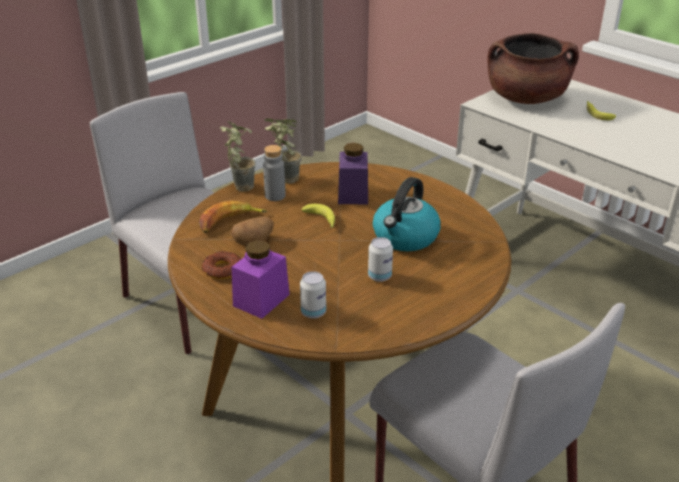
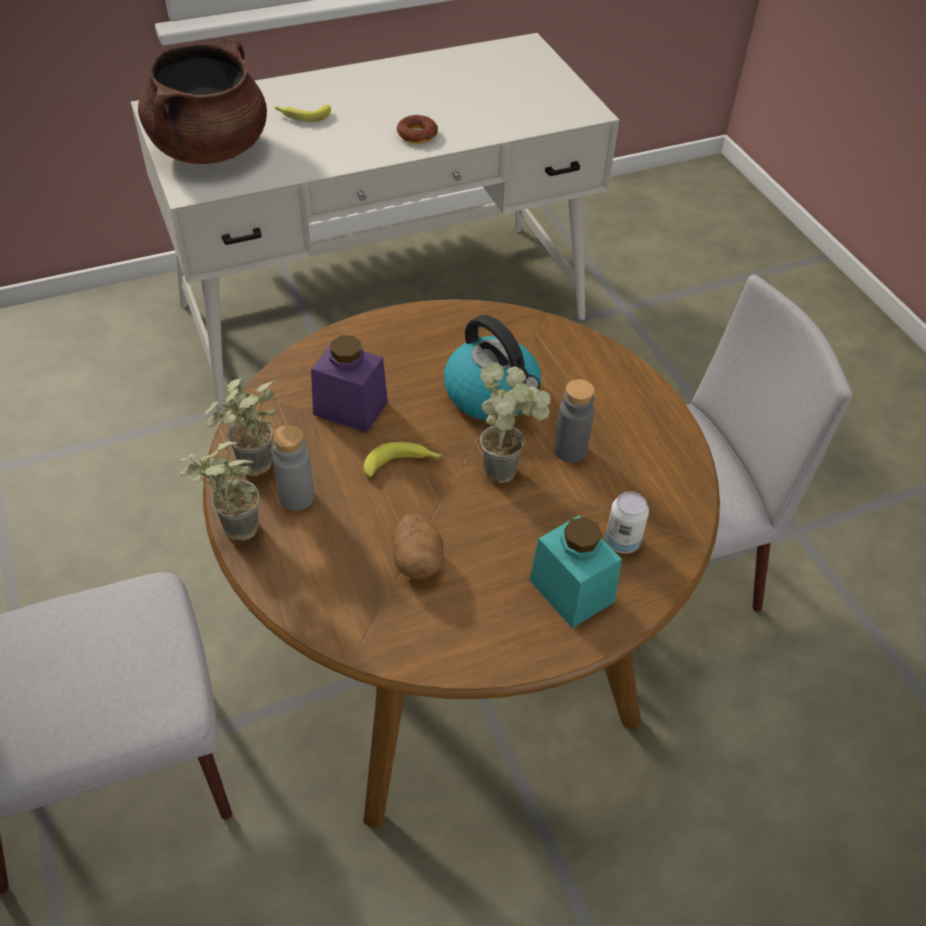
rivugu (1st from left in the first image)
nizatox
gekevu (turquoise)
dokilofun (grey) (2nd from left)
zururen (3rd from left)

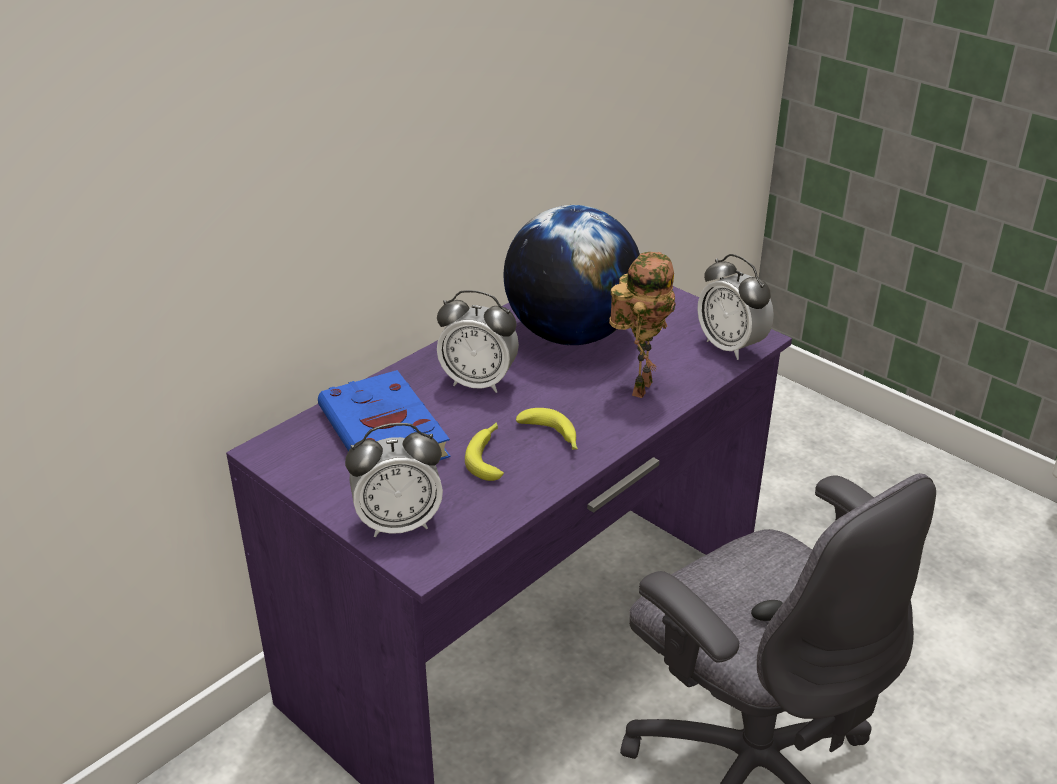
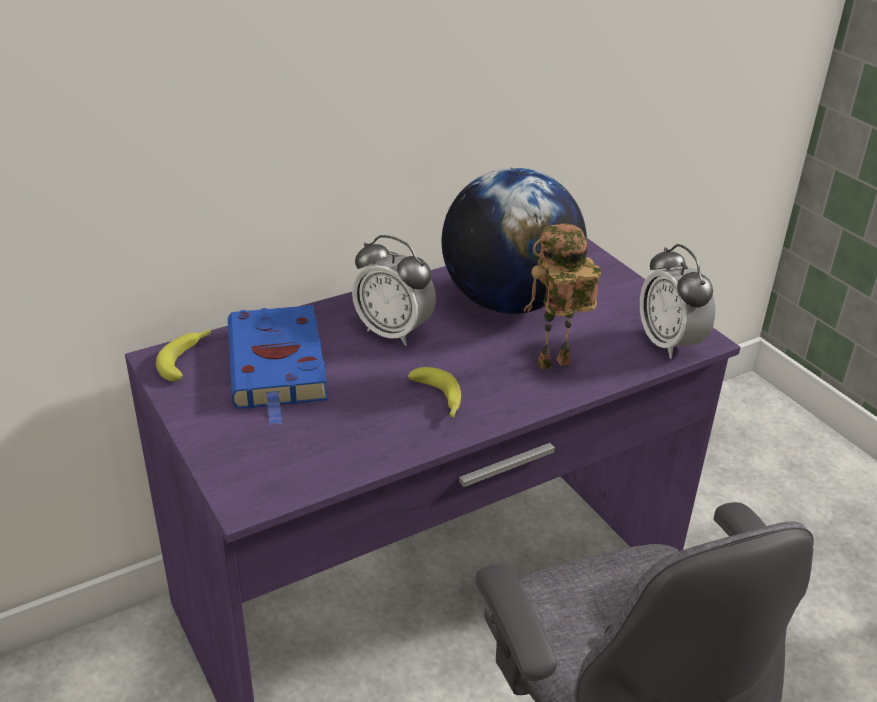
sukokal (1st from left in the first image)
rivugu (1st from left)
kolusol

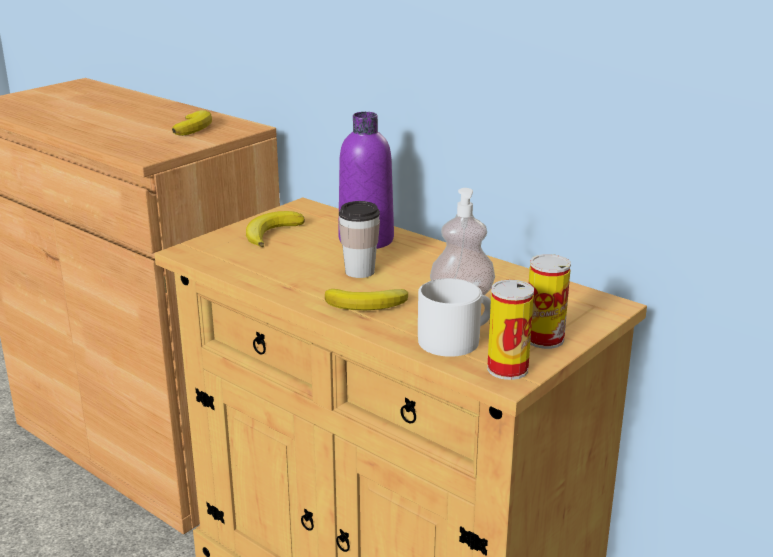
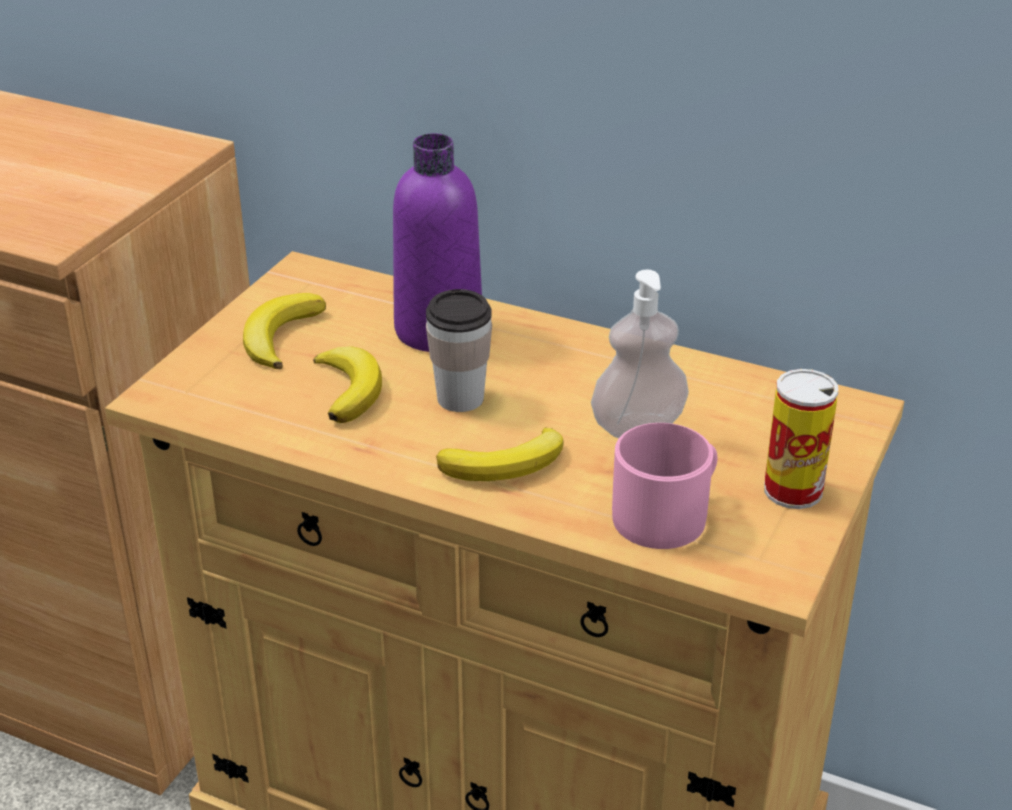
rivugu (2nd from left)
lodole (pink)
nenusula (1st from left in the first image)

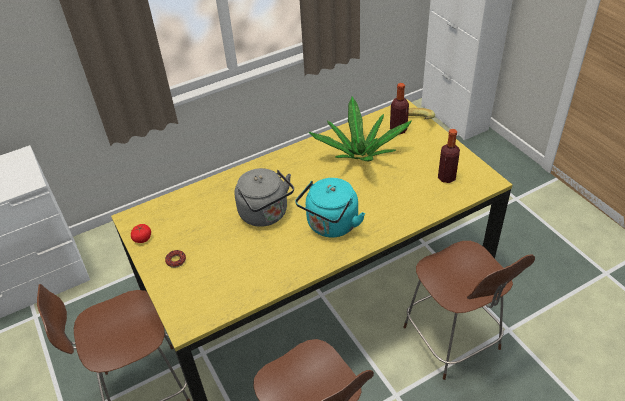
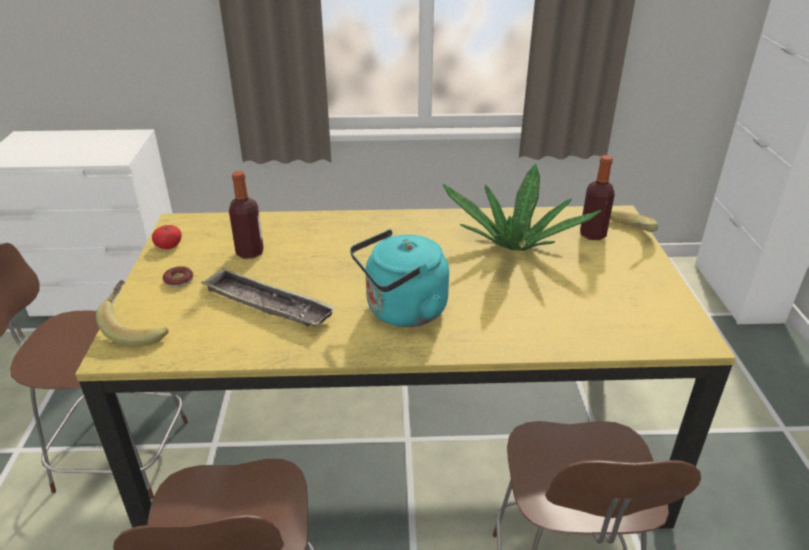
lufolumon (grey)
dokilofun (1st from left)
rivugu (1st from left)
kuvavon

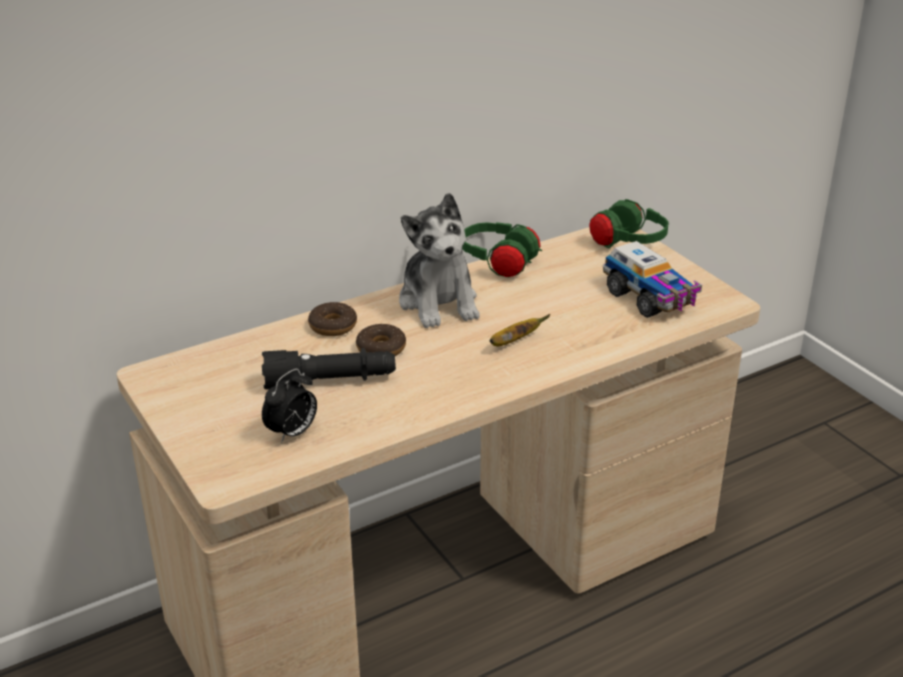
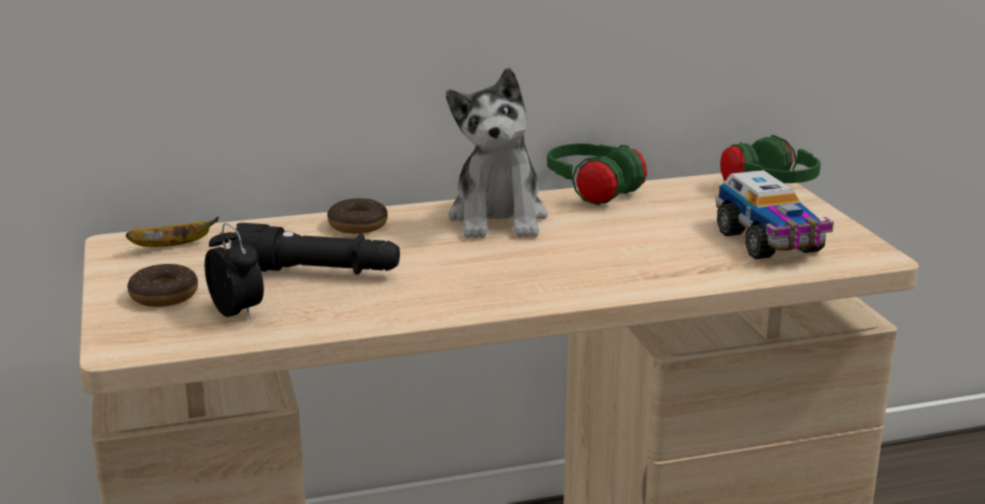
sukokal
nizatox (1st from left)
rivugu

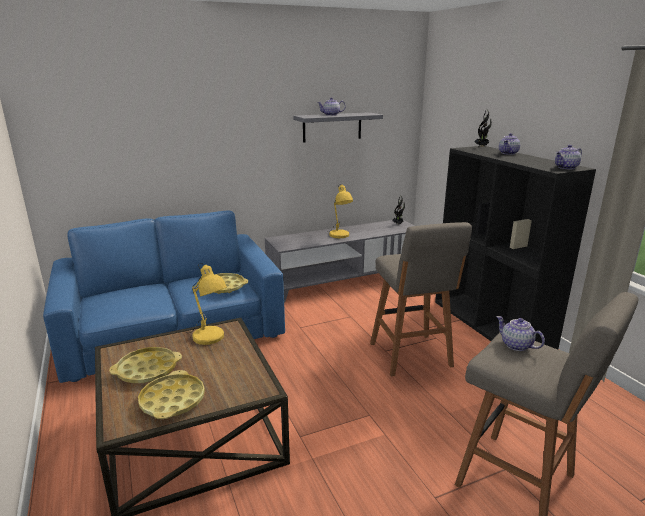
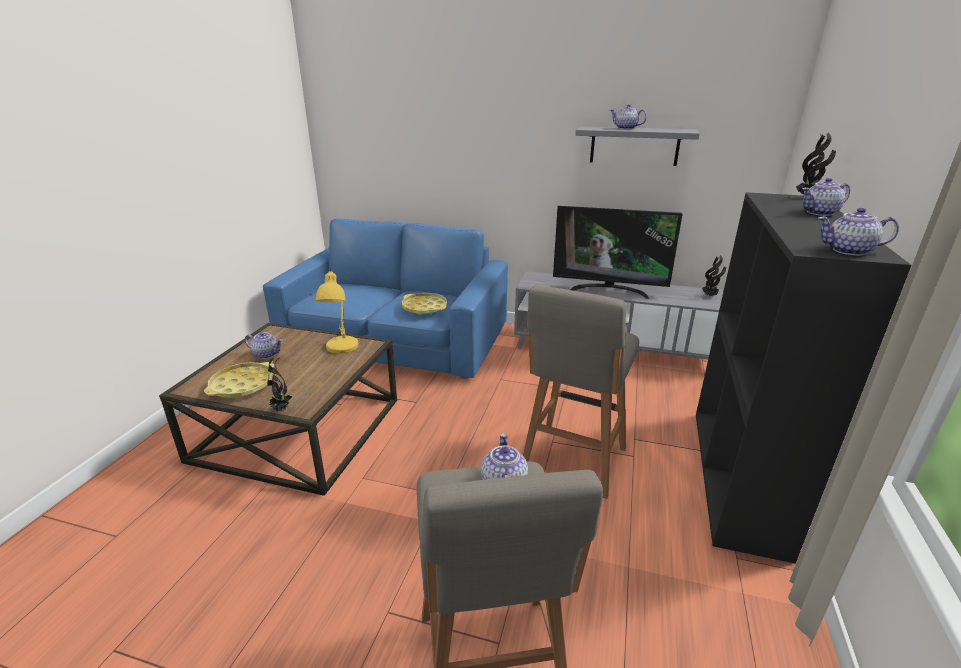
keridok (1st from left)
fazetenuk
zururen (1st from left)

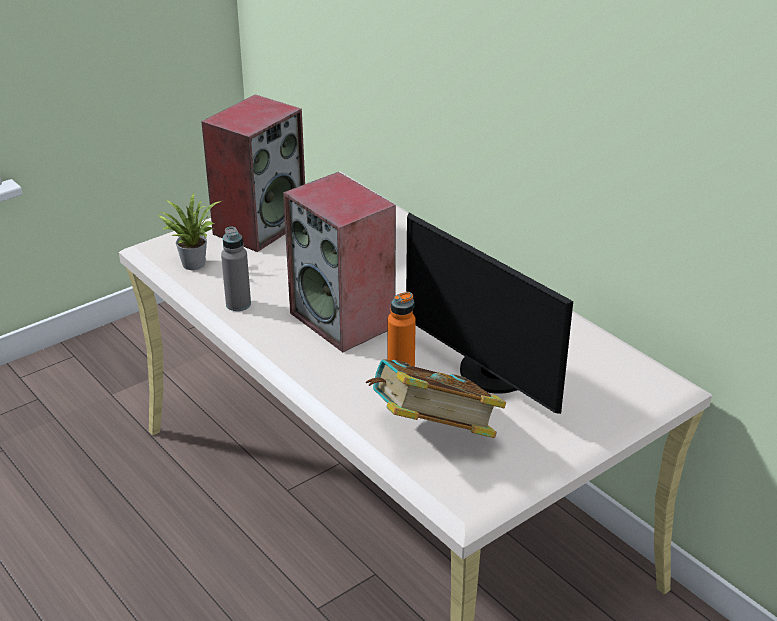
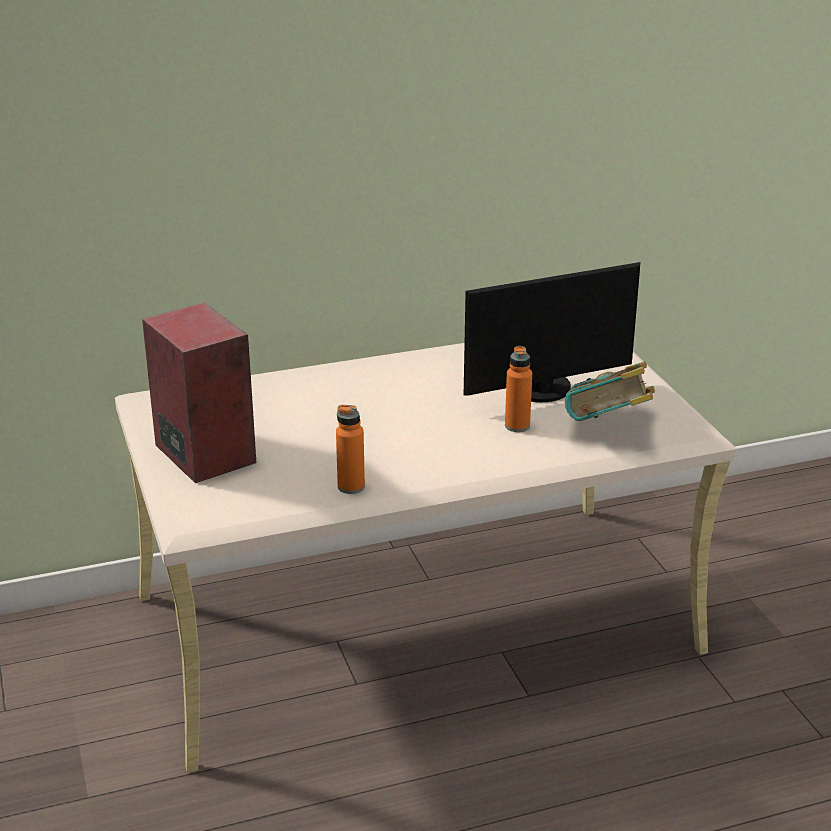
zururen
dokilofun (orange) (1st from left)
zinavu (2nd from left in the first image)

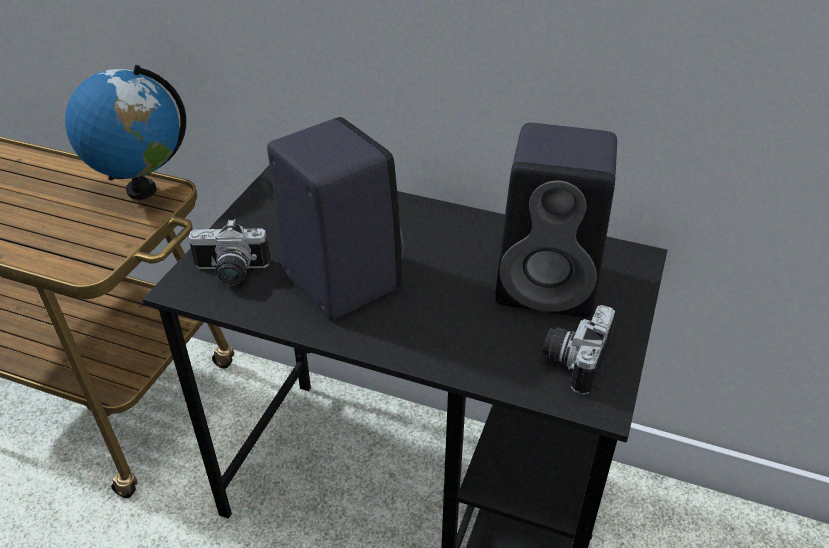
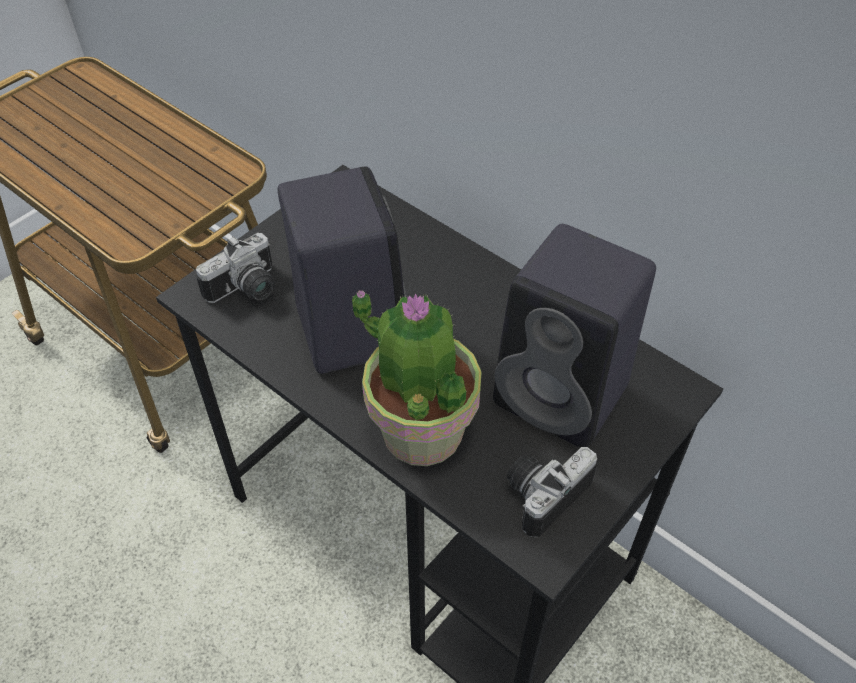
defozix
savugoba (1st from left)
zururen

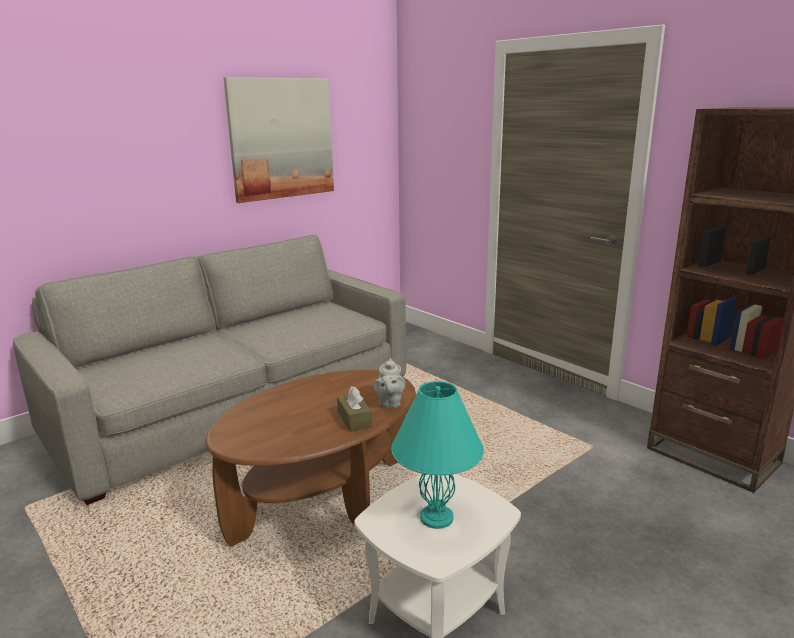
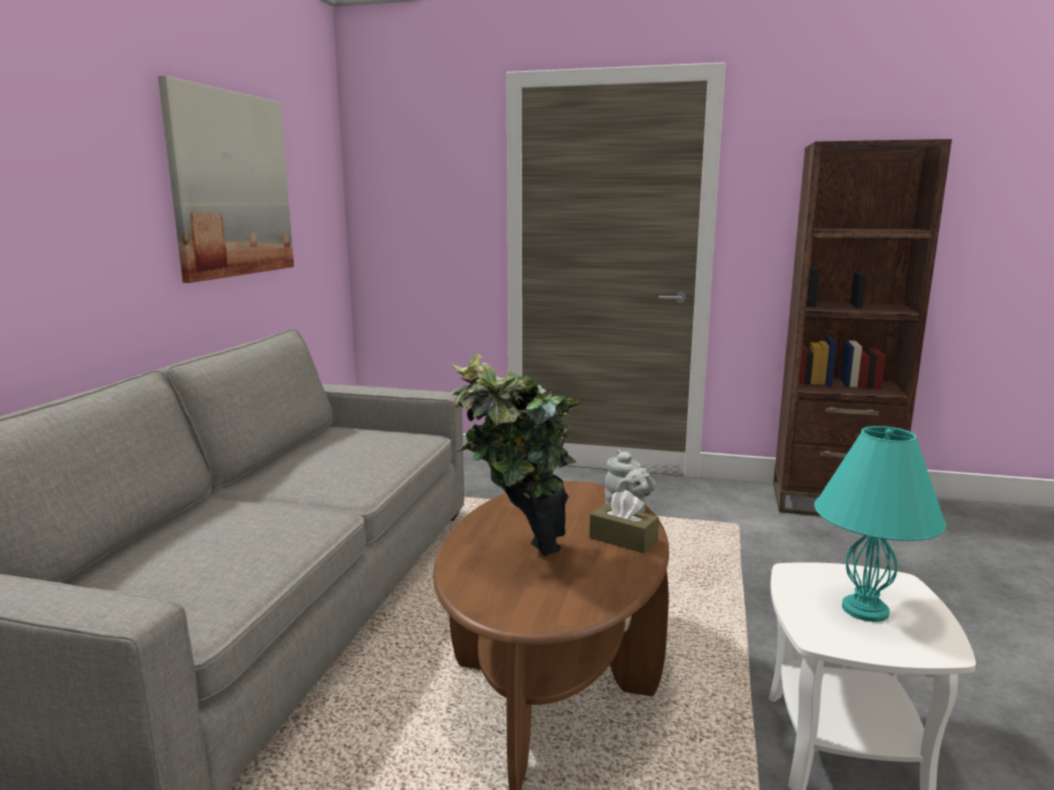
zururen

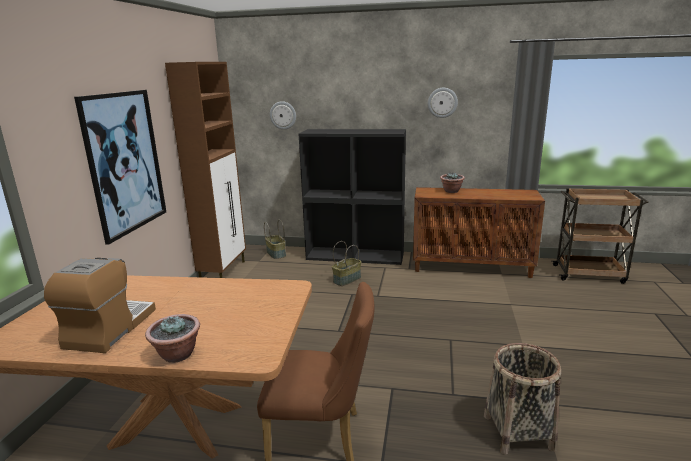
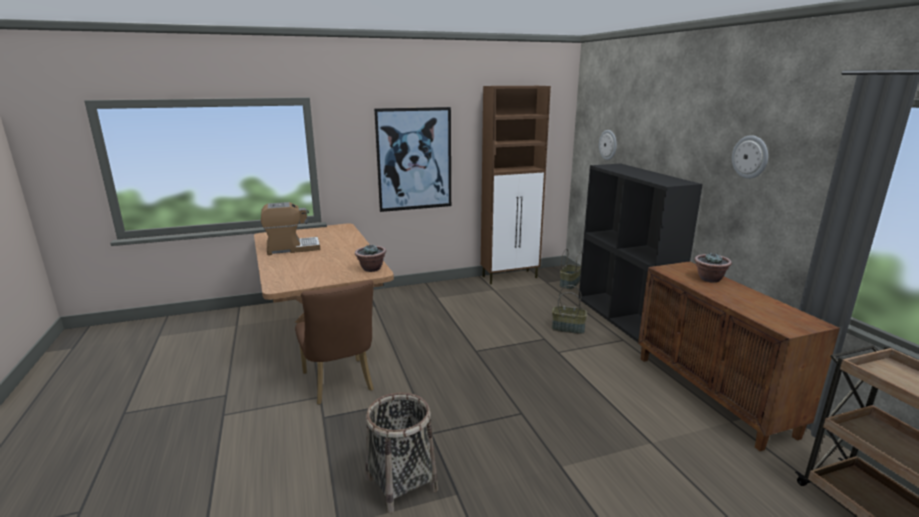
zururen (1st from left)

